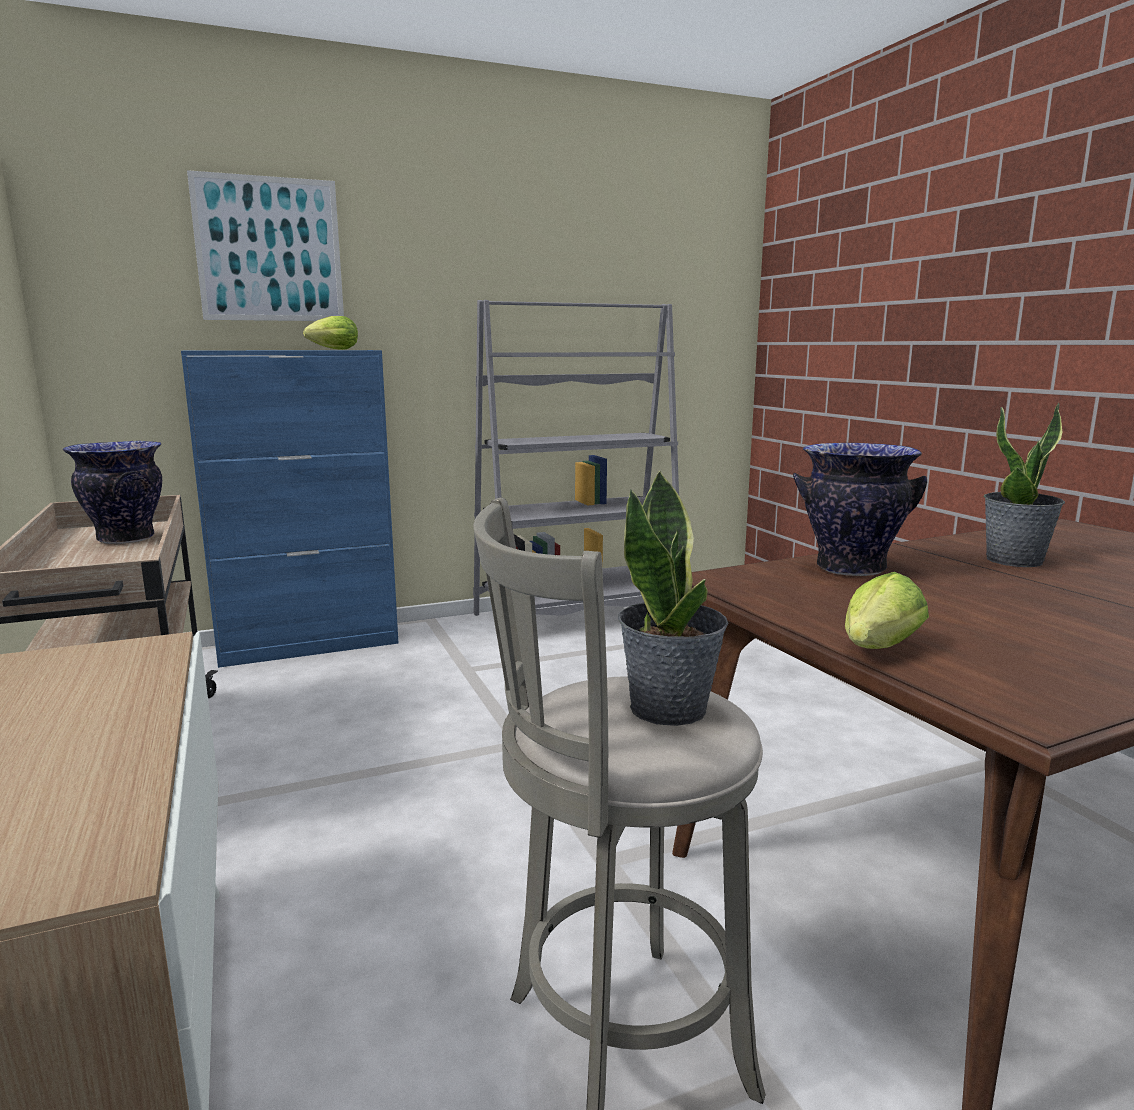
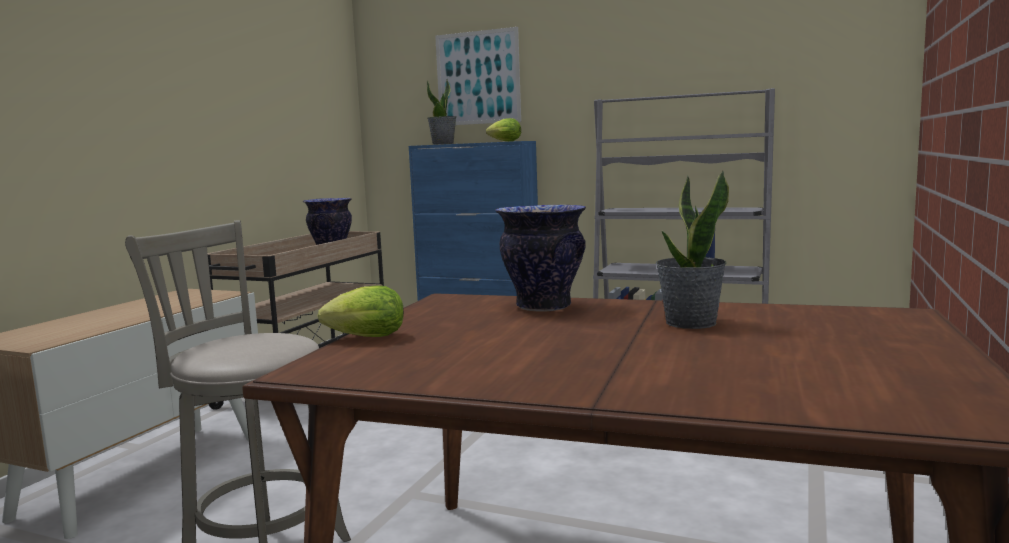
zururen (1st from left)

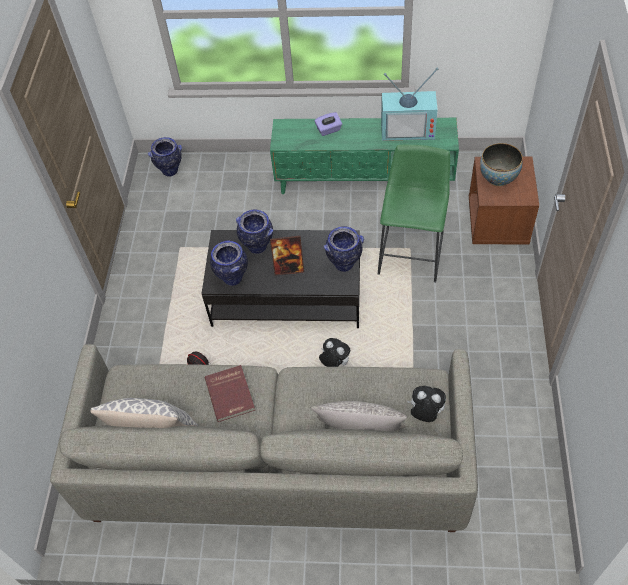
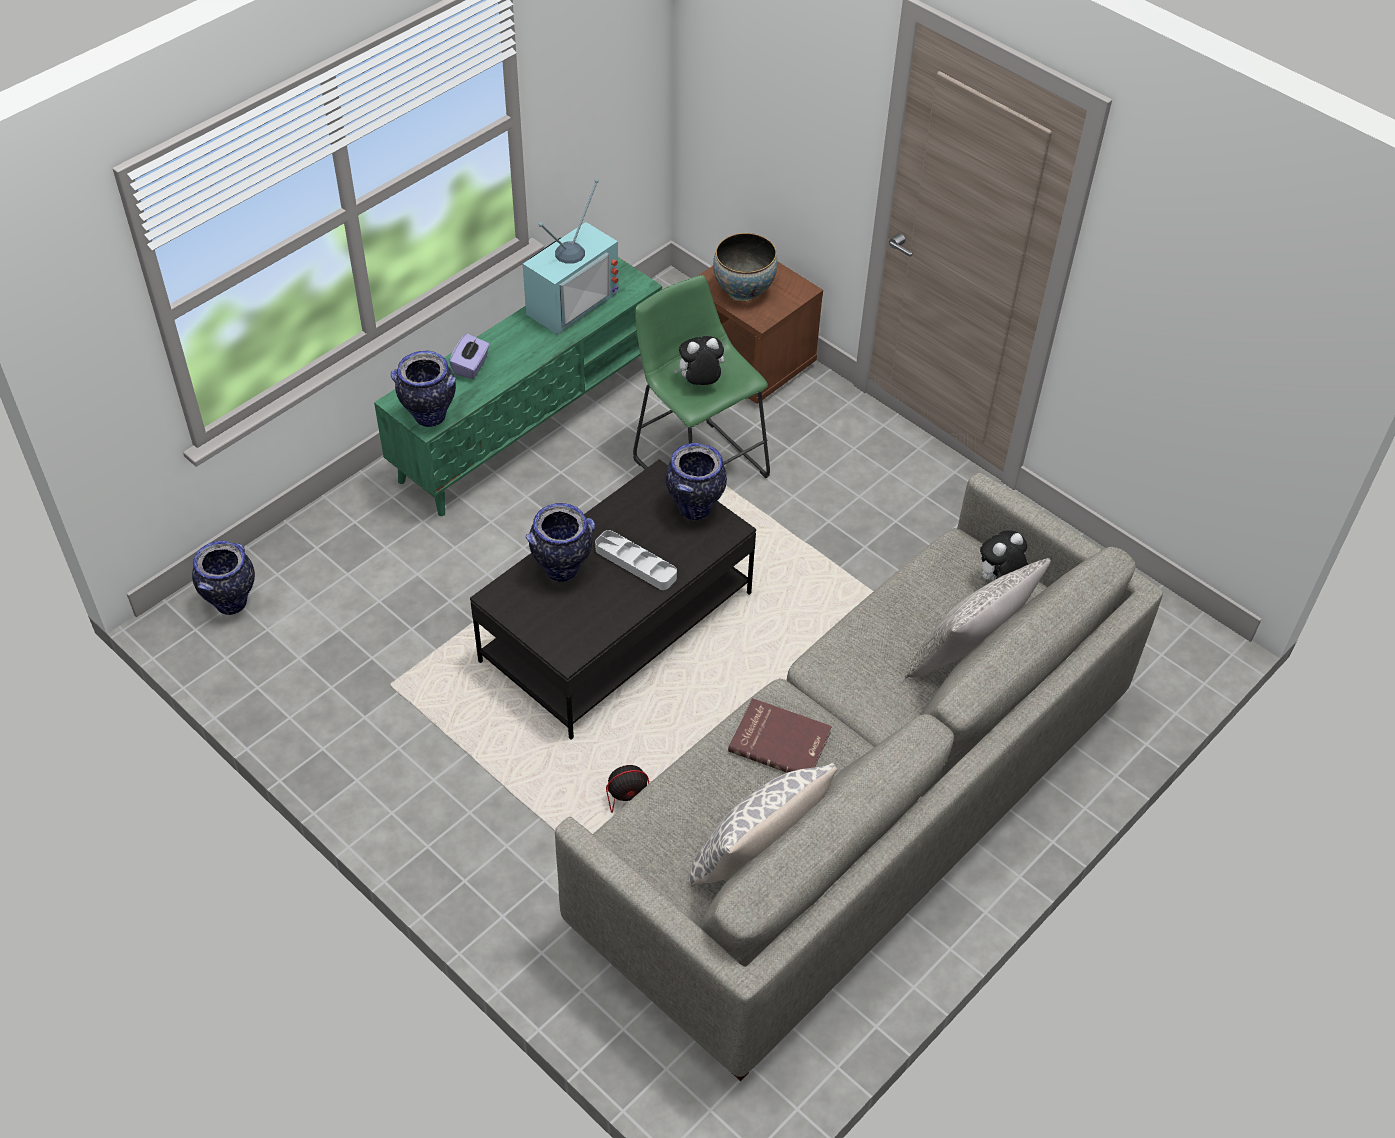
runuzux (2nd from left)
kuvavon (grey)
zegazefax (1st from left)

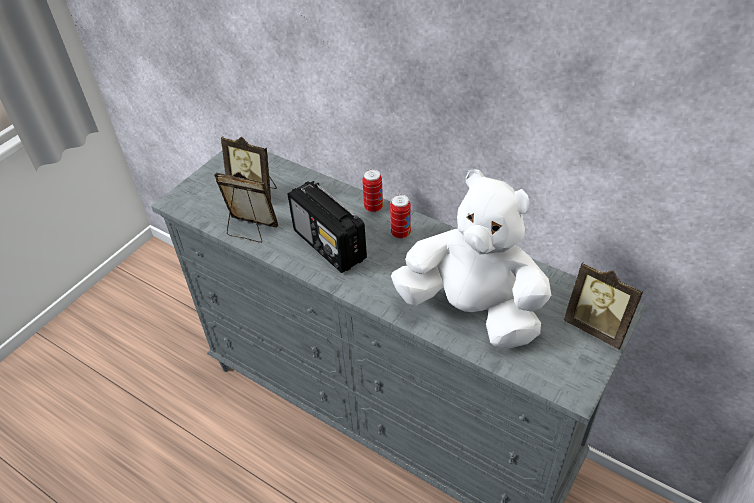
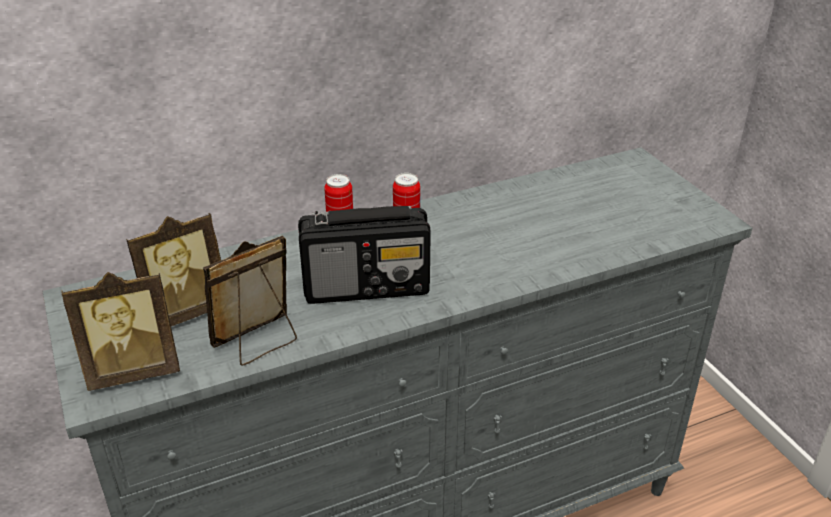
zegazefax (white)
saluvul (1st from left)

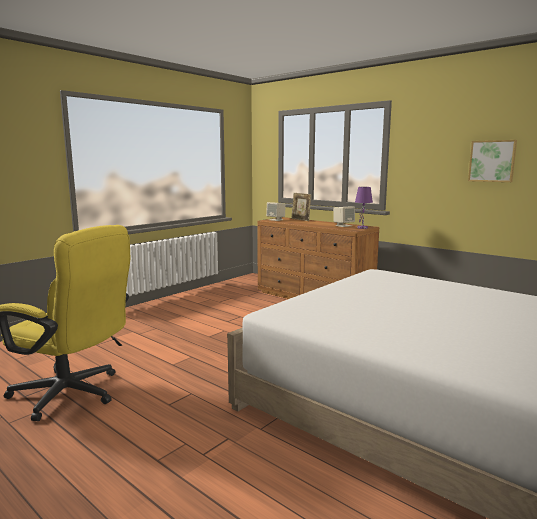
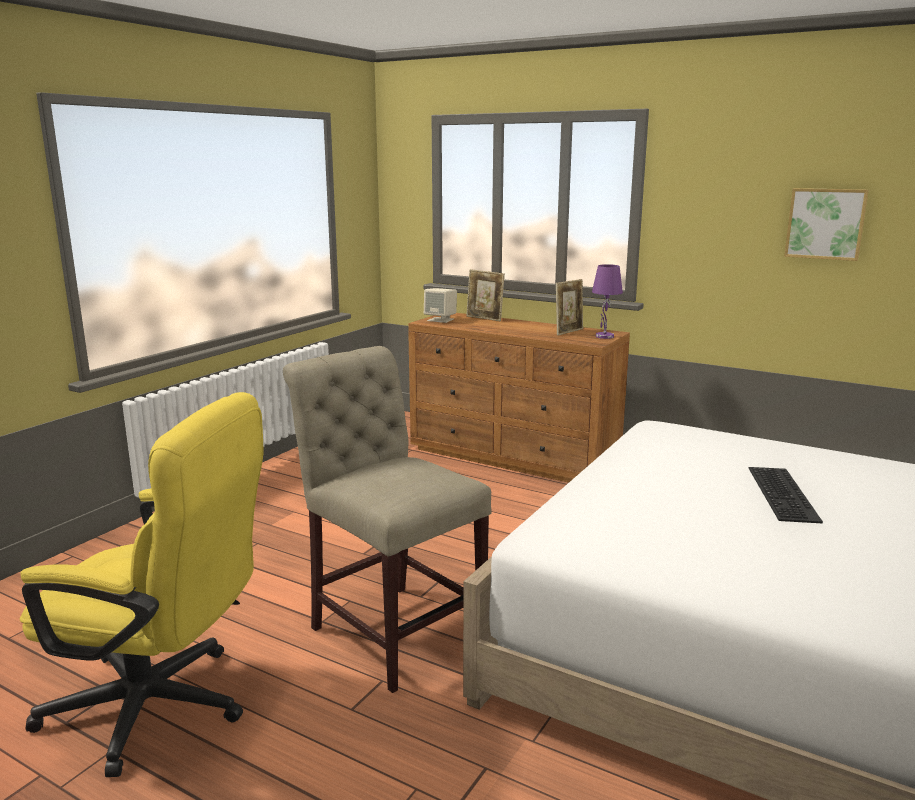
saluvul (2nd from left)
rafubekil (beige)
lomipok

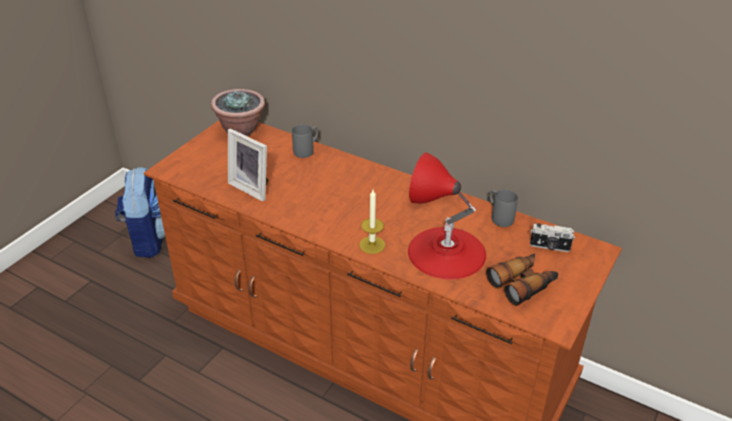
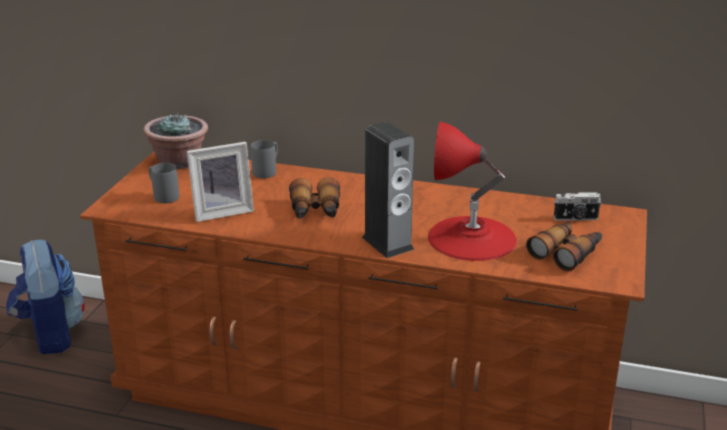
saluvul
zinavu
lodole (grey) (1st from left)
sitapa (1st from left)

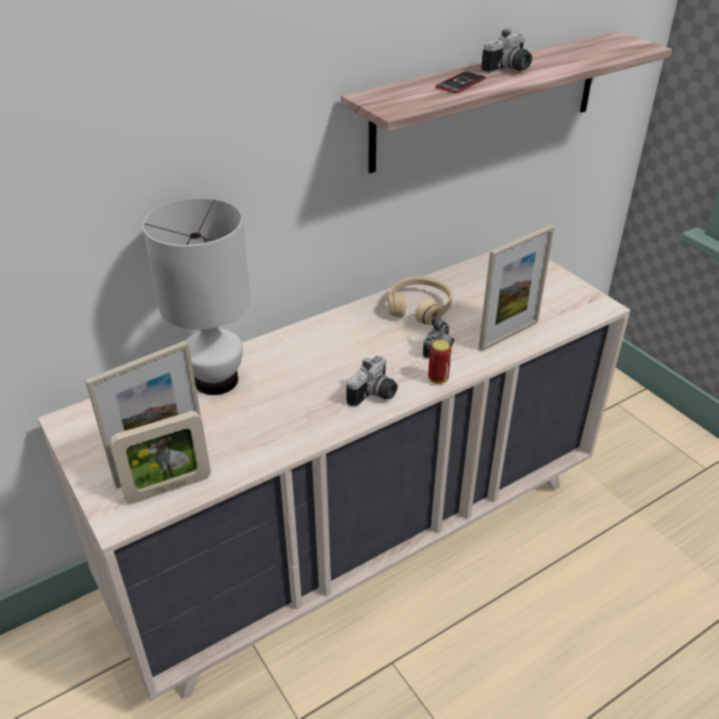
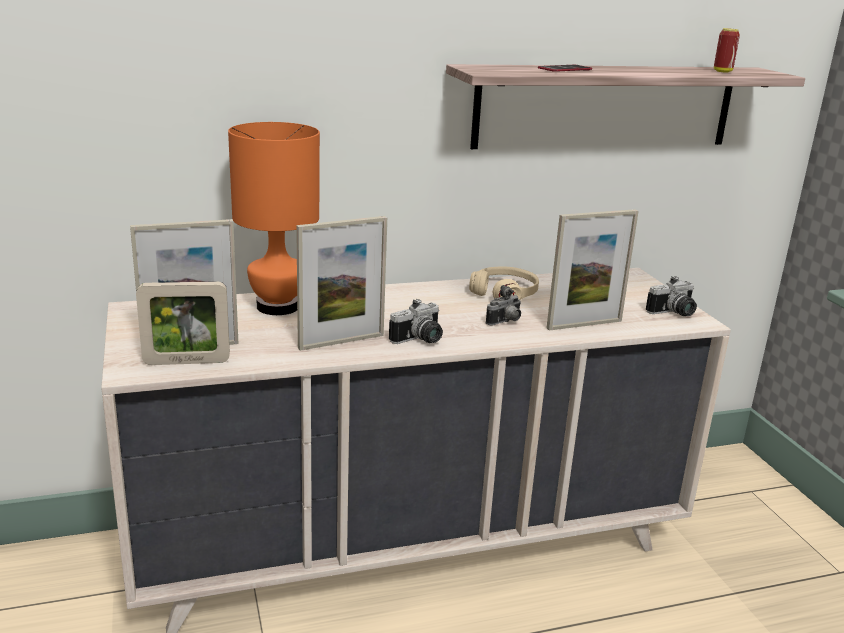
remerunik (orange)
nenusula
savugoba (3rd from left)
saluvul (3rd from left)

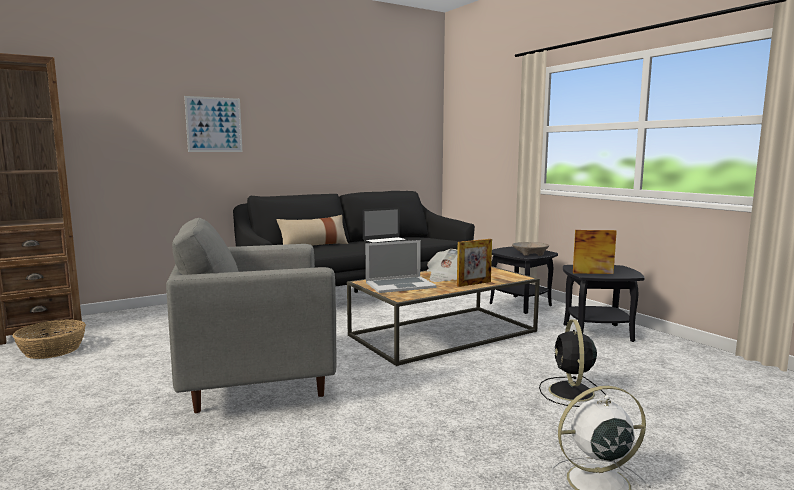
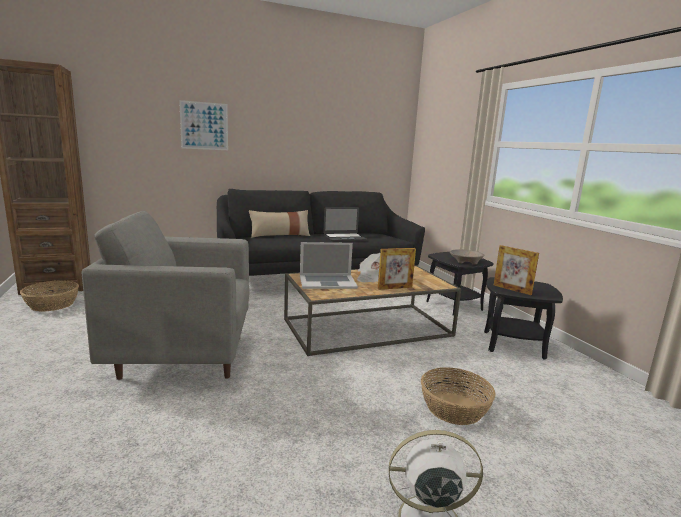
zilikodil (2nd from left)
saluvul (2nd from left)

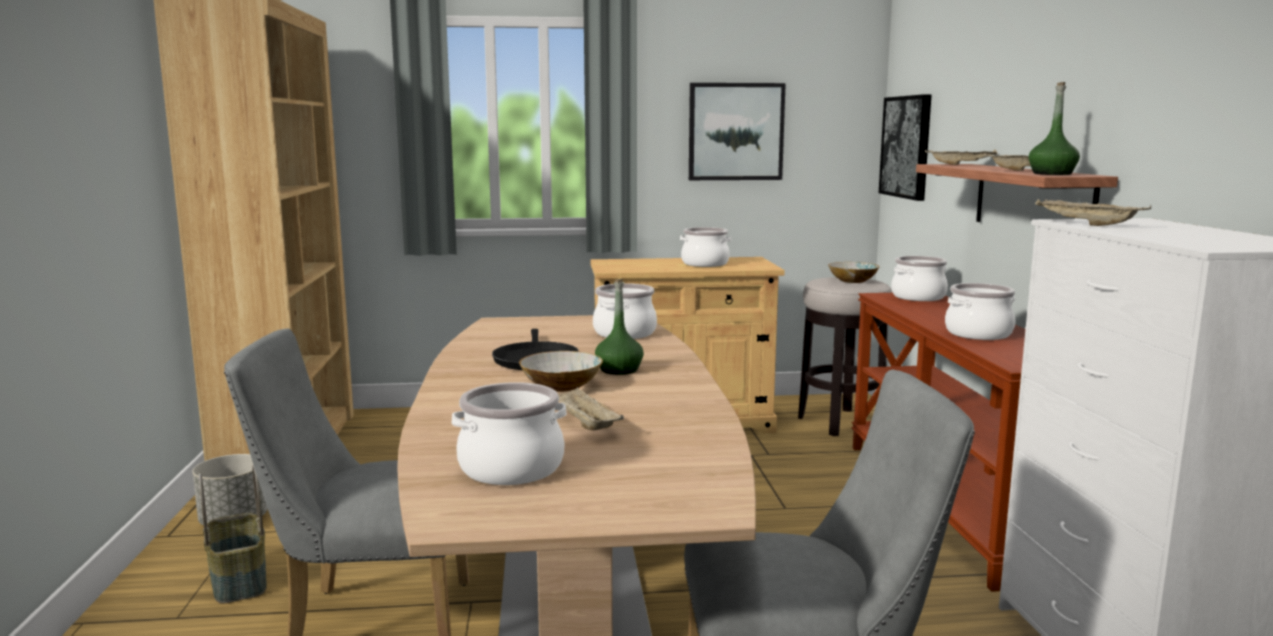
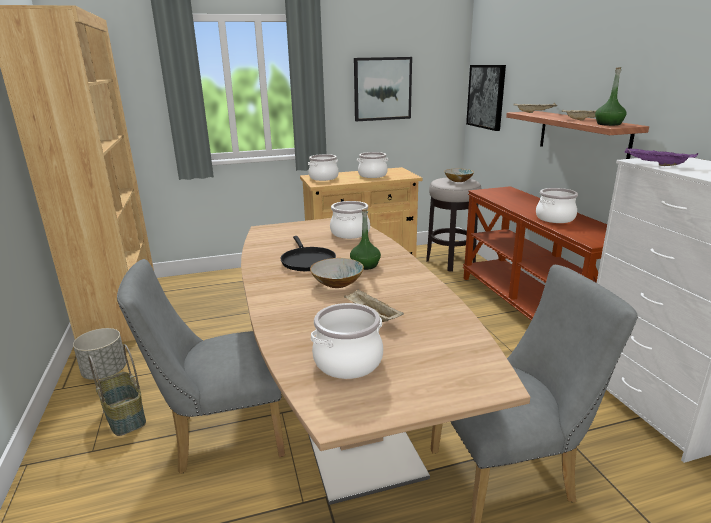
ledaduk (1st from left)
kuvavon (purple)

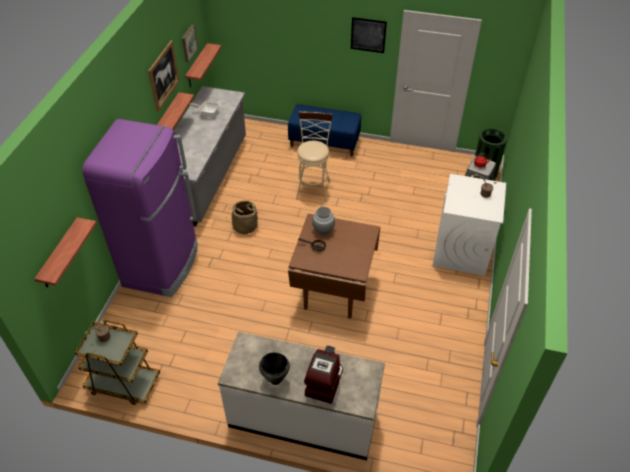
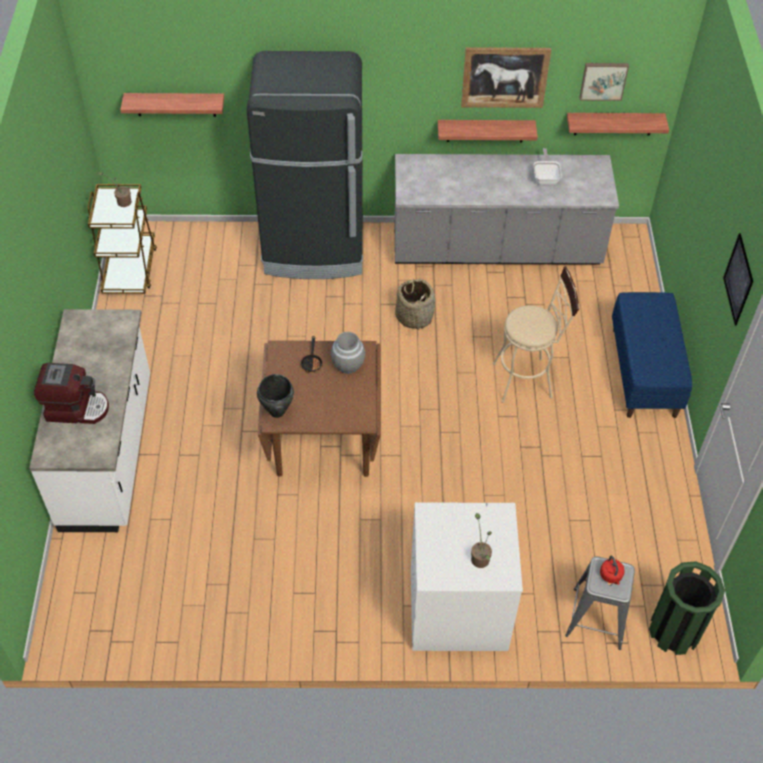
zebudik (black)
ledaduk (black)

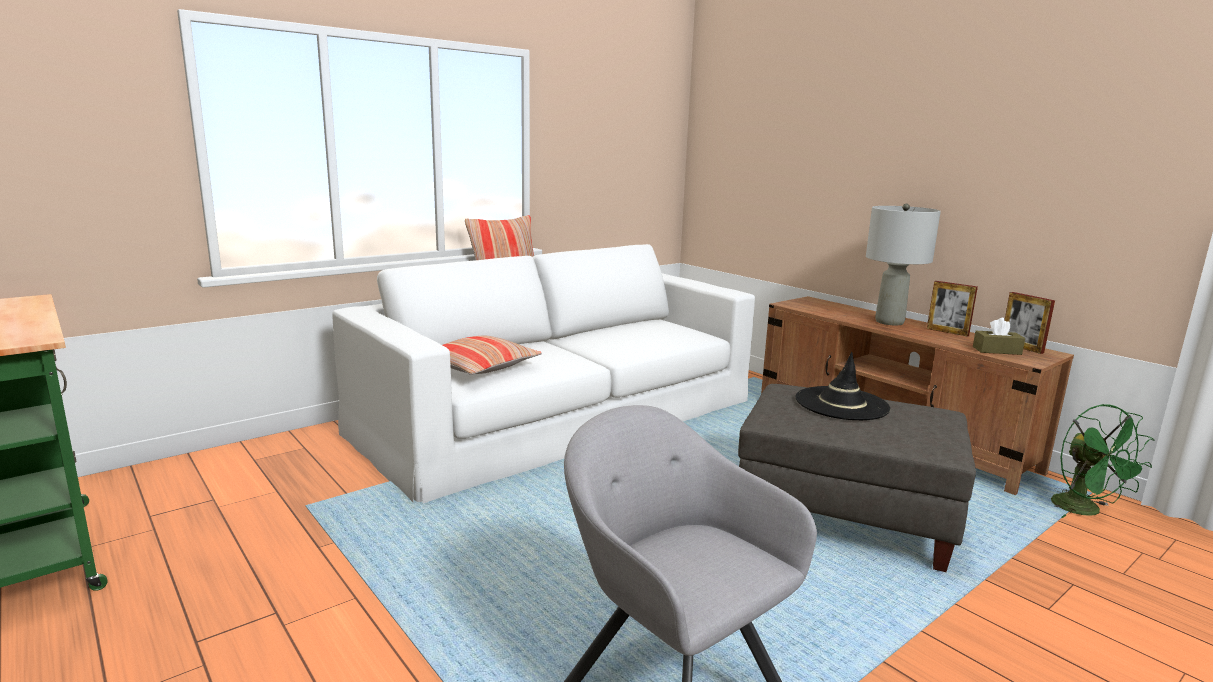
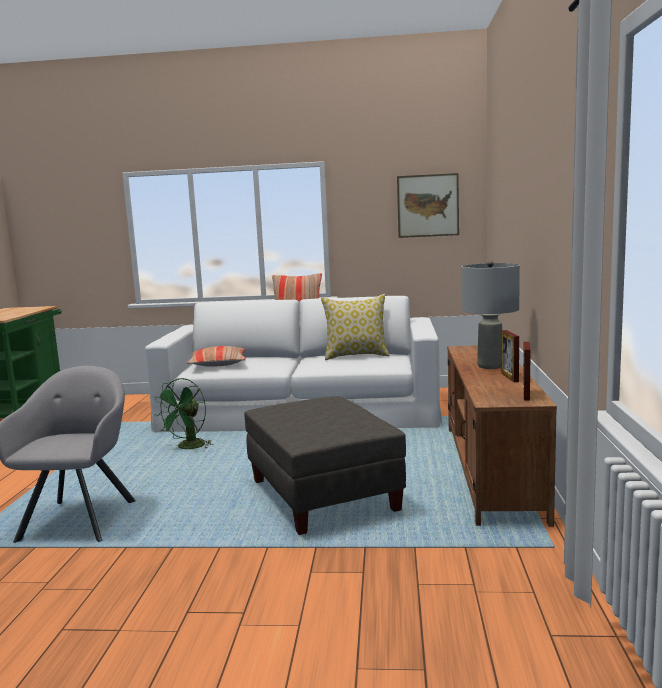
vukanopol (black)
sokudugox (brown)
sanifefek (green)
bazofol (3rd from left)
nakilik

